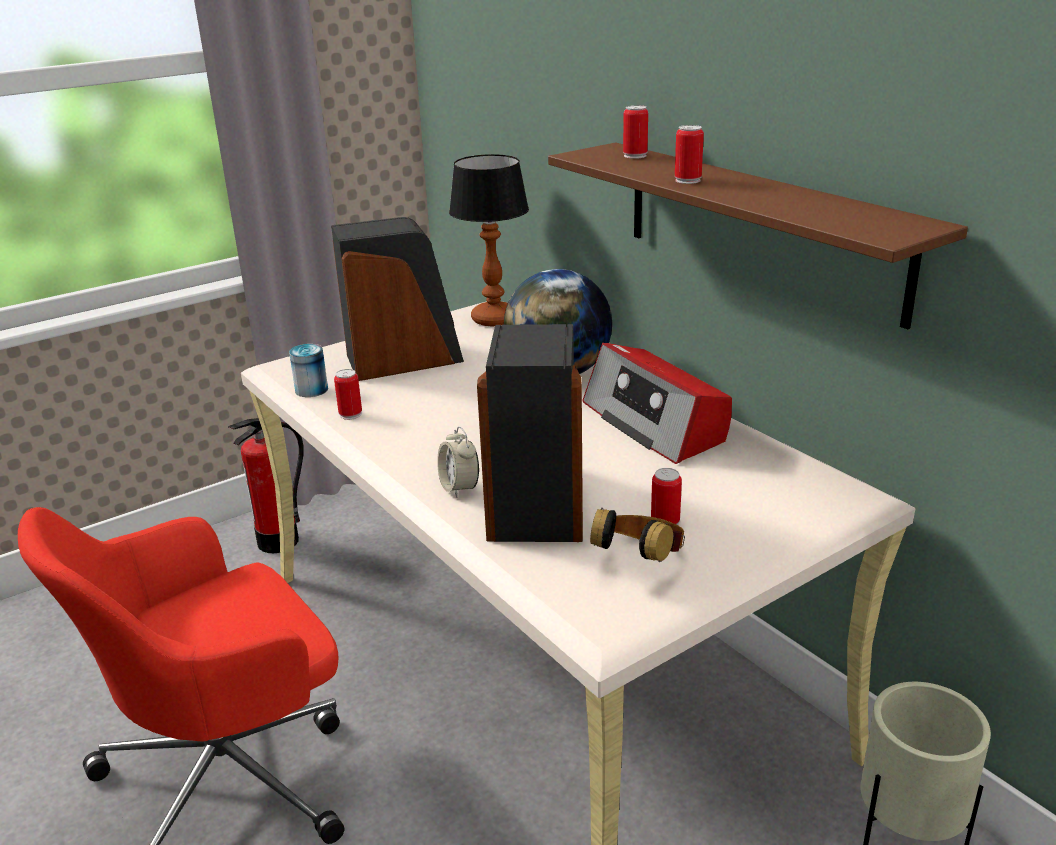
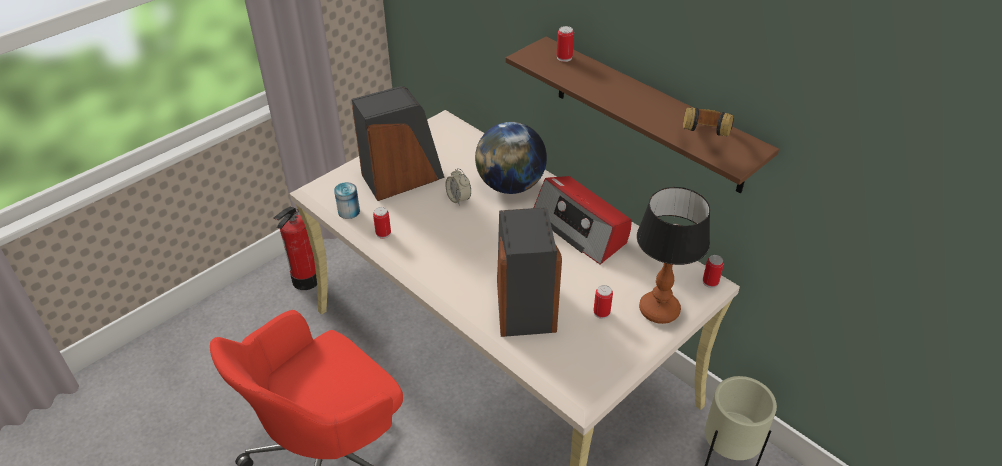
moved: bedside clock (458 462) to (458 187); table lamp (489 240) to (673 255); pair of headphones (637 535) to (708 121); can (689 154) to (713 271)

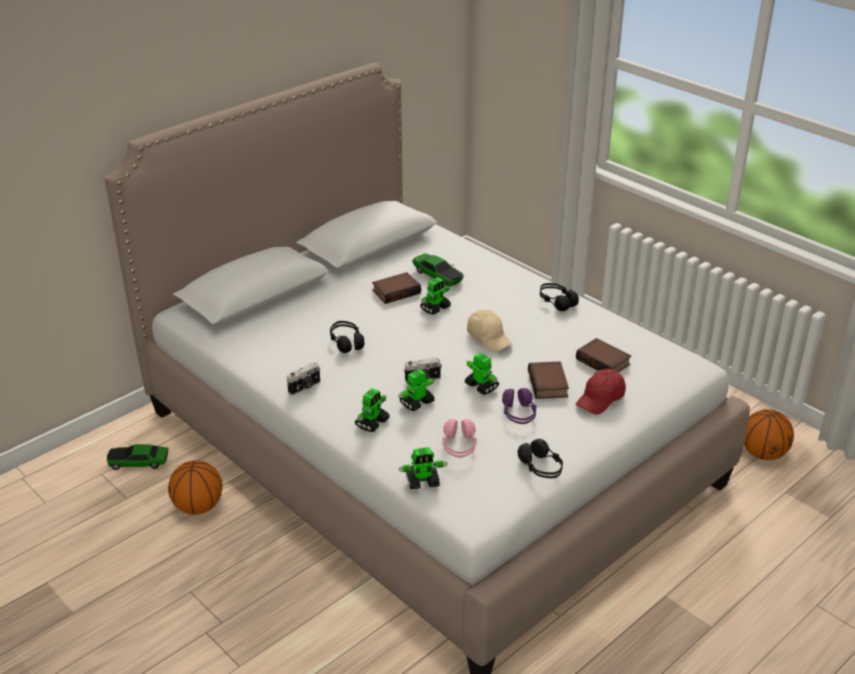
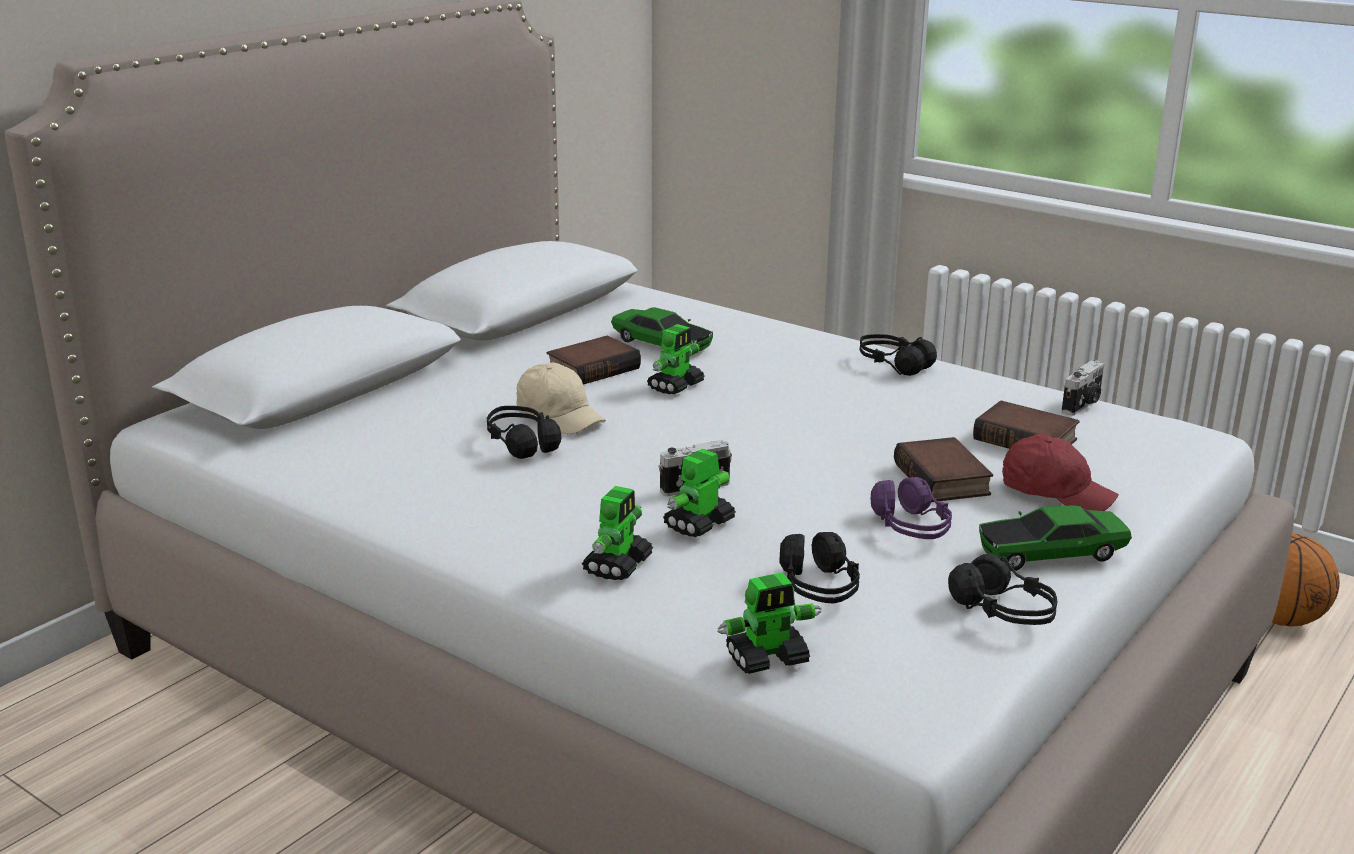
removed: ball for basketball (195 487); robot figure (482 374)
moved: model car (137 457) to (1055 538); photo camera (303 378) to (1082 388); baseball cap/beige (489 330) to (561 398)
recoloured: pair of headphones/pinkish (460 438) to pair of headphones/black (819 567)
turned: baseball cap/red-coloured (601 392) = (1060 472) 90 degrees counterclockwise

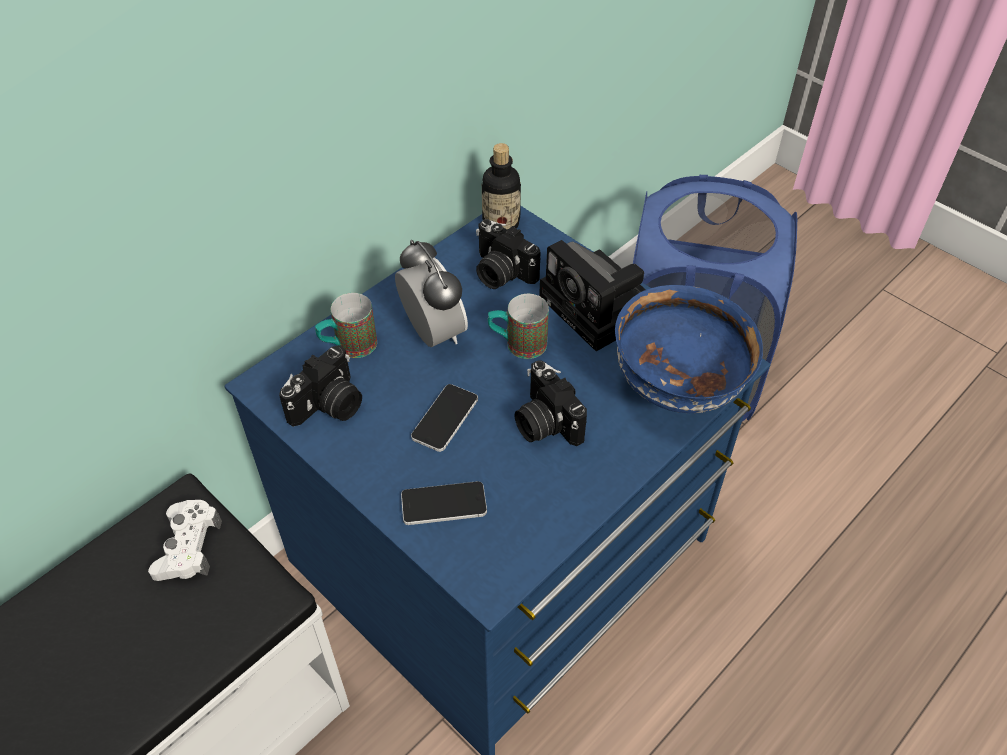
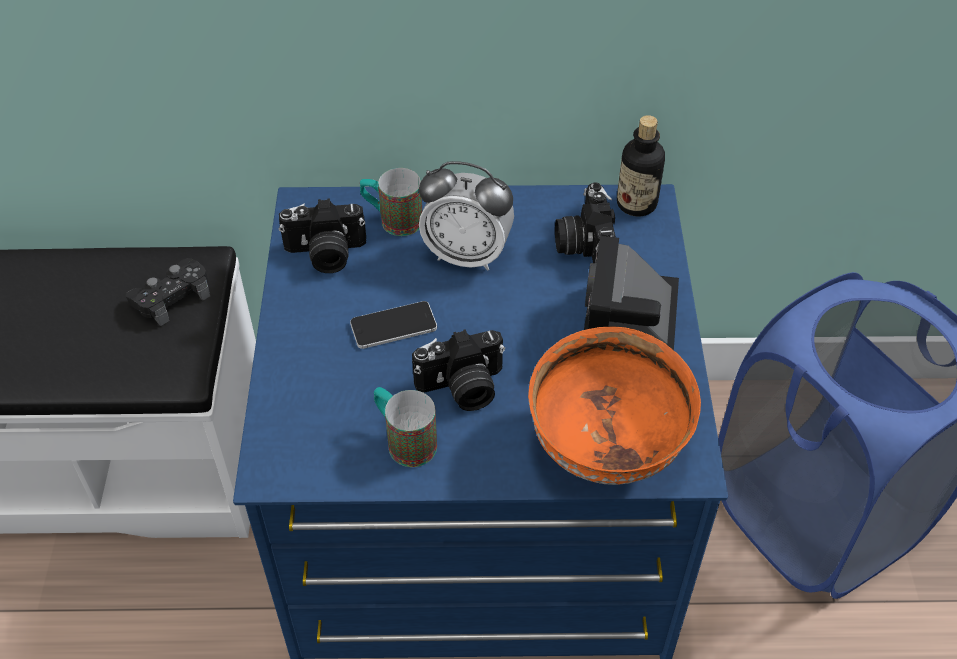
removed: telephone (444 503)
moved: coffee mug (518 326) to (405 427)
recoloured: game controller/white (185 540) to game controller/black (168 292); serving bowl/blue (689 349) to serving bowl/orangey (614 406)
turned: bedside clock (431 293) = (466 216) 90 degrees clockwise; photo camera (550 403) = (458 370) 120 degrees counterclockwise

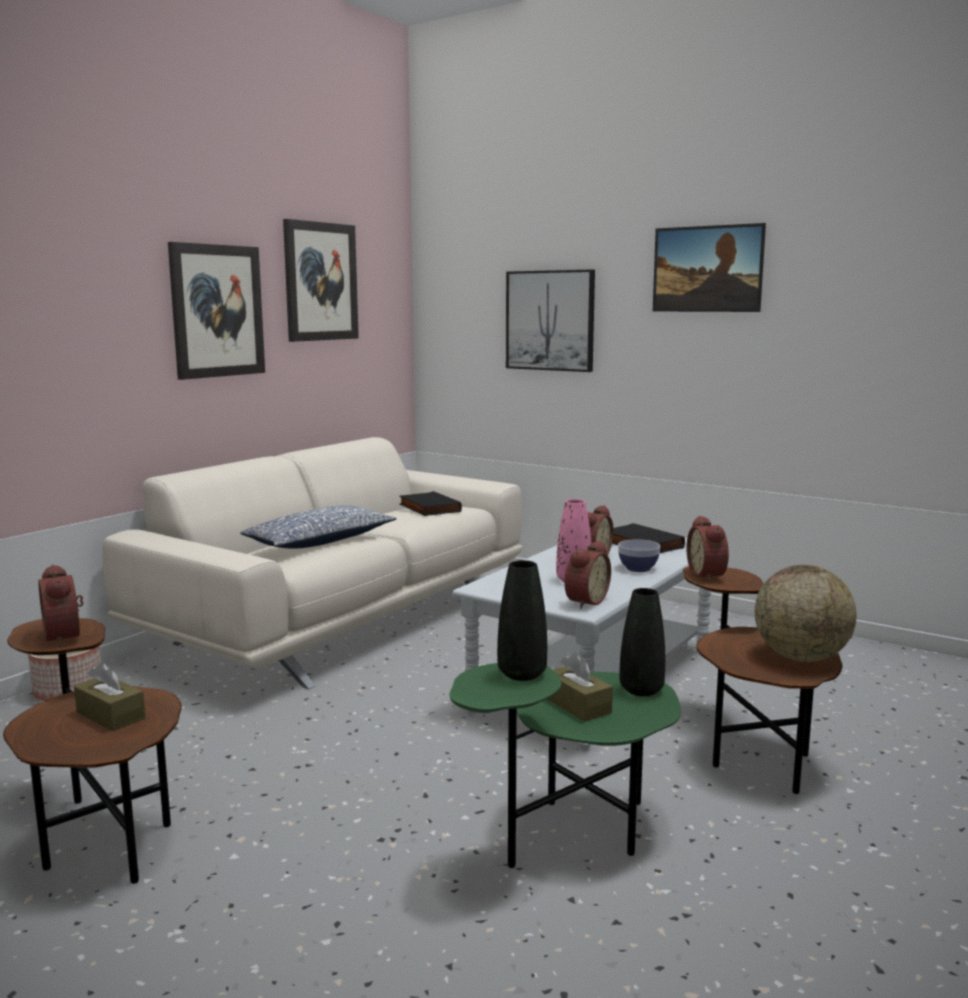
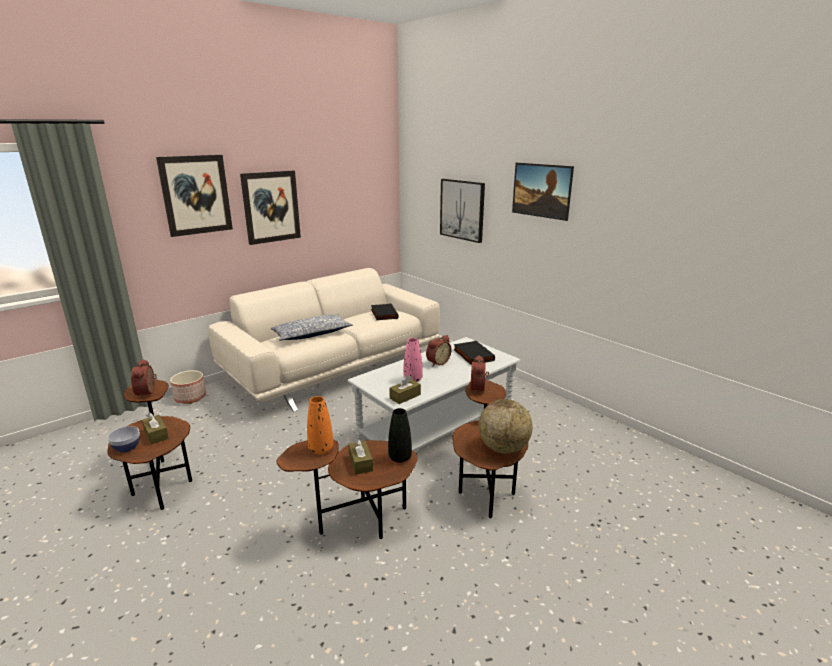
moved: picture (321 280) to (194 196); serving bowl (639 555) to (124 439)
replaced: bedside clock (588 574) to tissue holder/brown-coloured (405 389)
recoloured: side table/green (565 765) to side table/brown-coloured (347 489); flower vase/black (522 620) to flower vase/orangey (320 425)

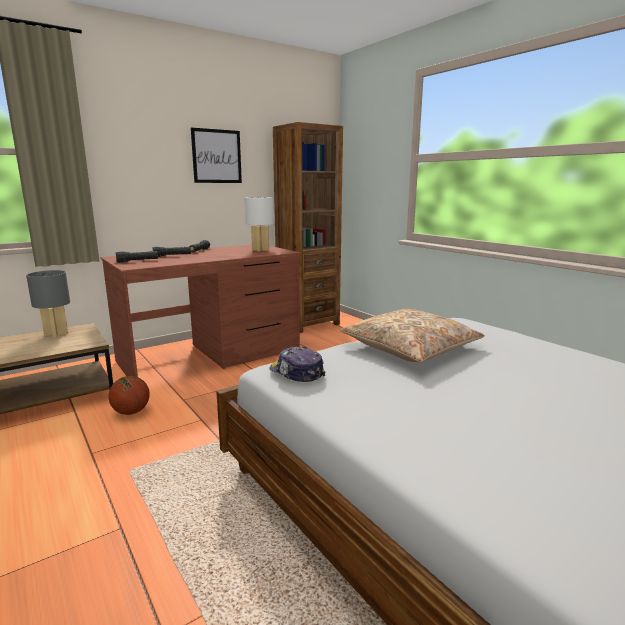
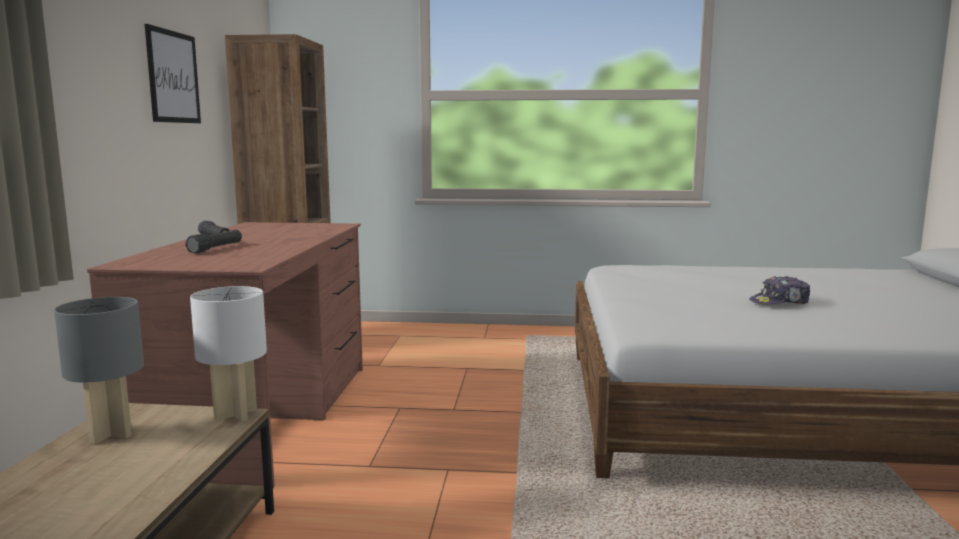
removed: ball for basketball (129 395); hand torch/black (137 257); cushion/beige (412 335)
moved: table lamp/white (259 224) to (228 354); baseball cap (297 364) to (779 290)

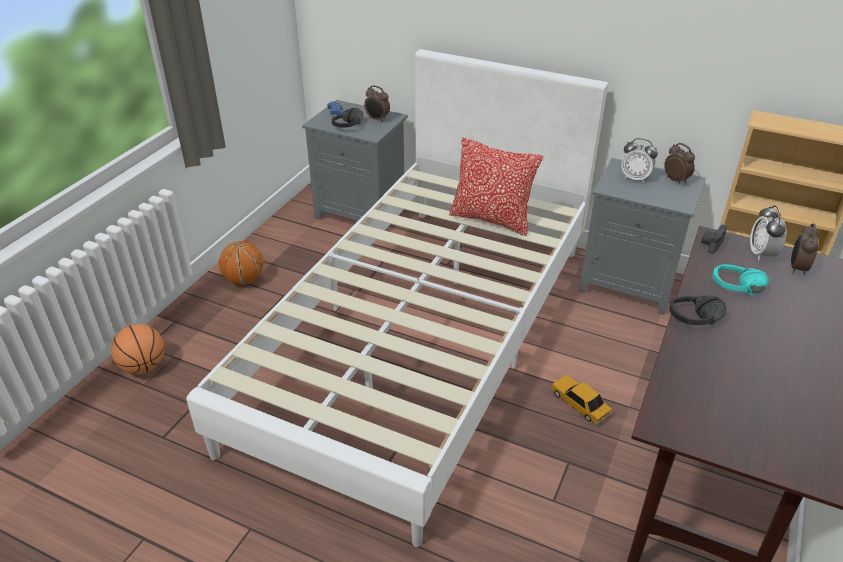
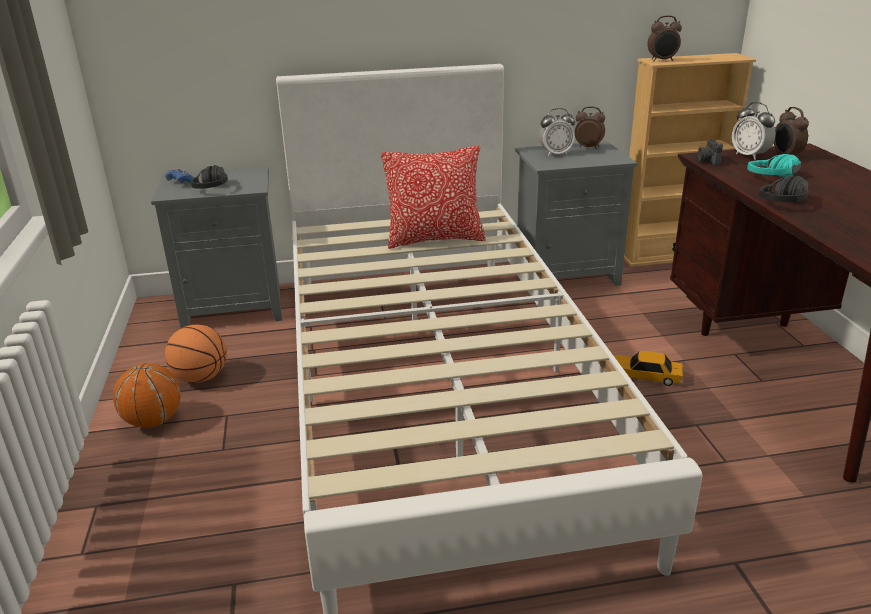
moved: ball for basketball (138 349) to (196 354); bedside clock (377 103) to (664 38)

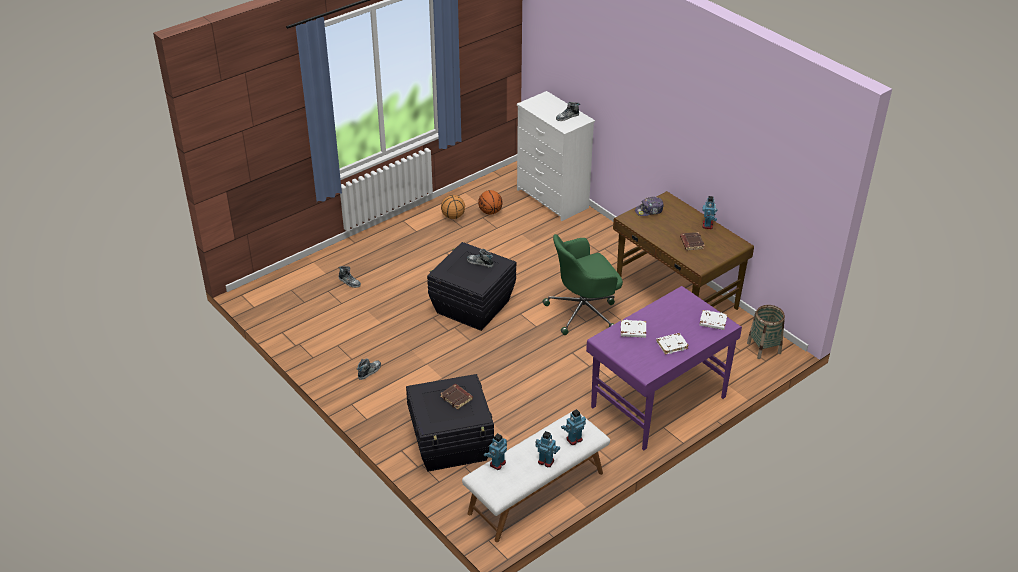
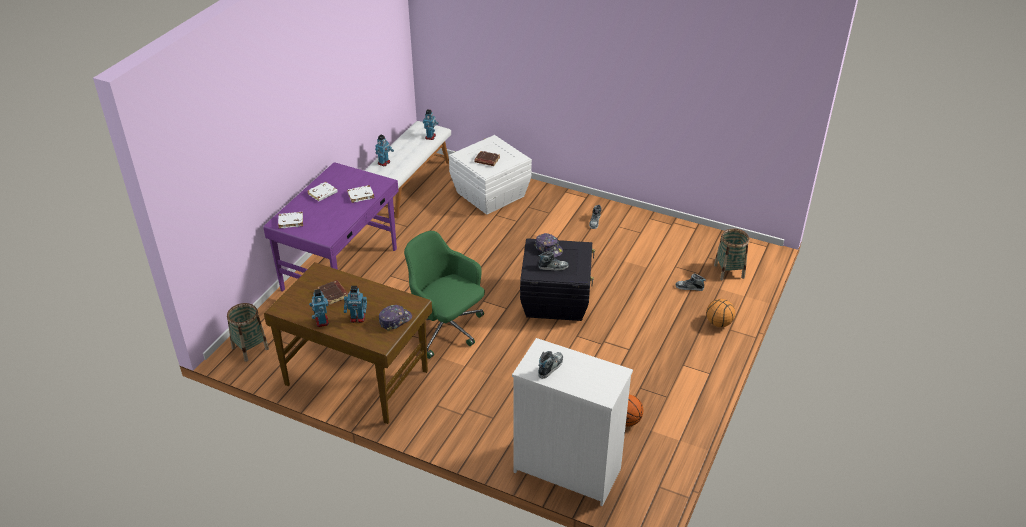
added: baseball cap (548 245); household basket (731 254)
moved: ball for basketball (453 207) to (720 313); robot figure (547 449) to (355 304)
recoloured: storage box/black (450 423) to storage box/white (490 175)
turned: desk chair/green (583 284) = (444 295) 90 degrees counterclockwise

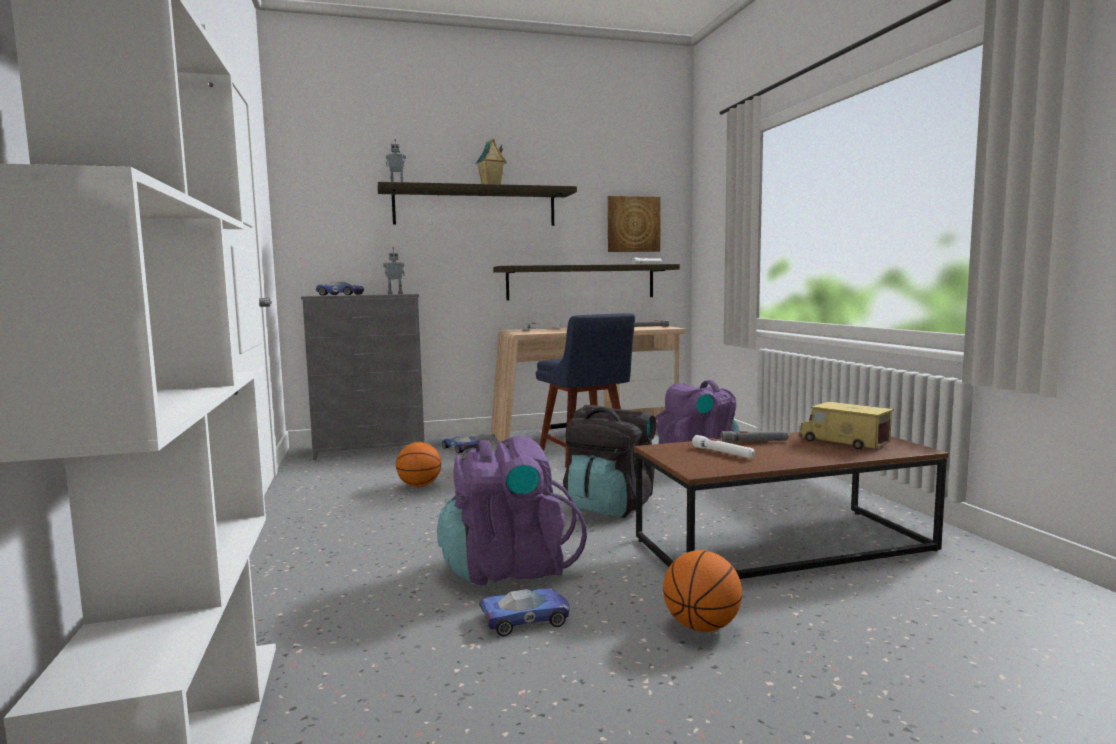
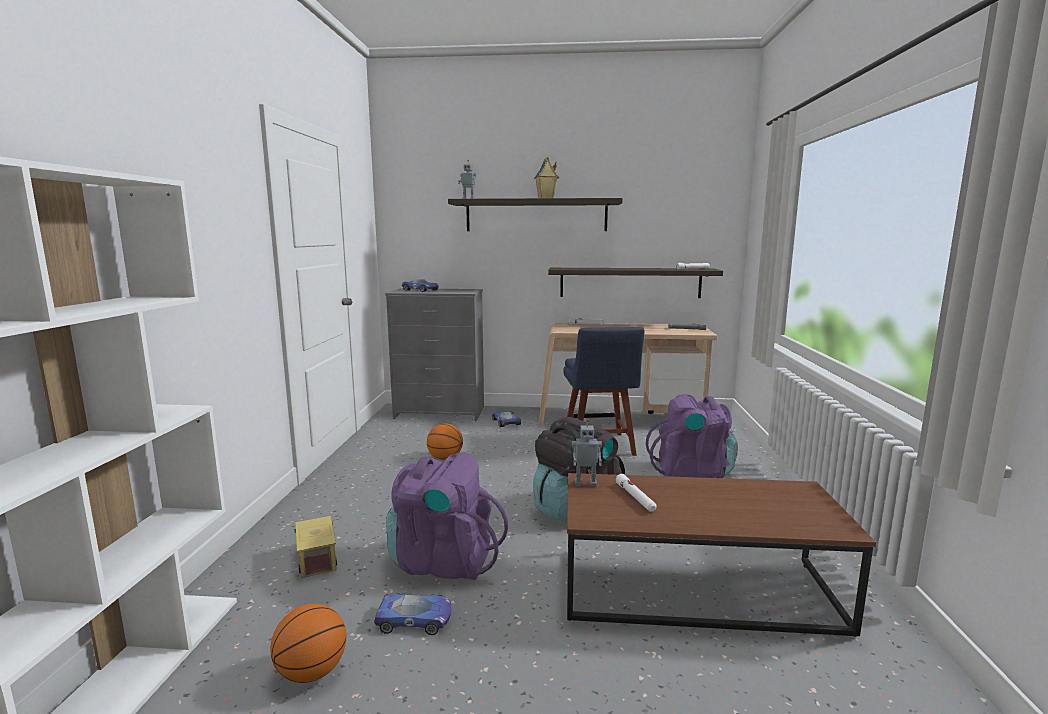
removed: picture (634 224); hand torch/greyish (755 437)
moved: robot figure (394 270) to (587 453); ball for basketball (702 591) to (308 643); toy truck (846 426) to (315 547)

